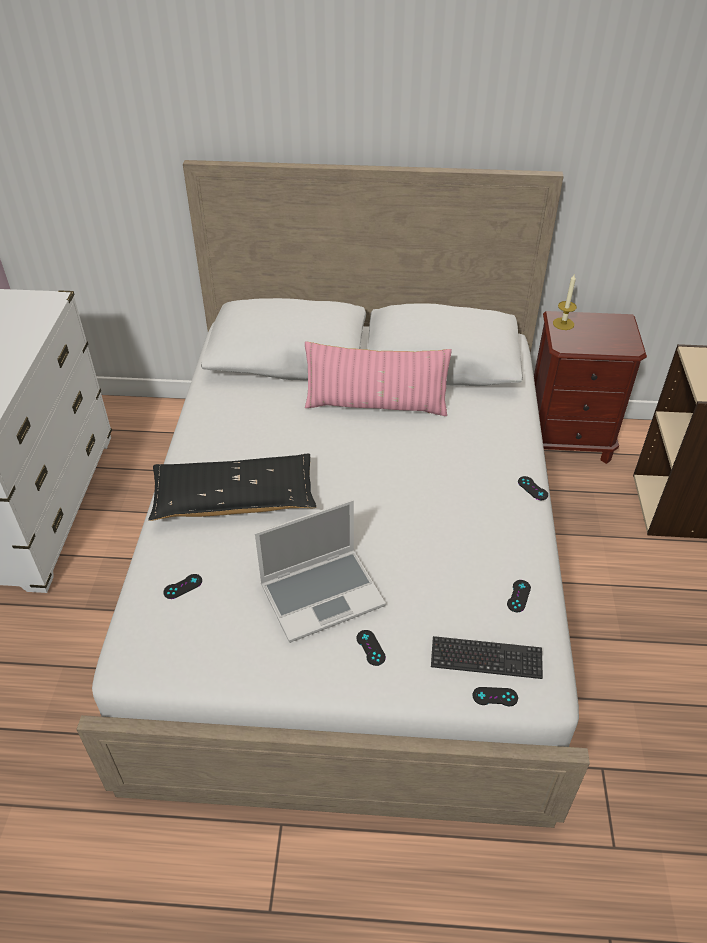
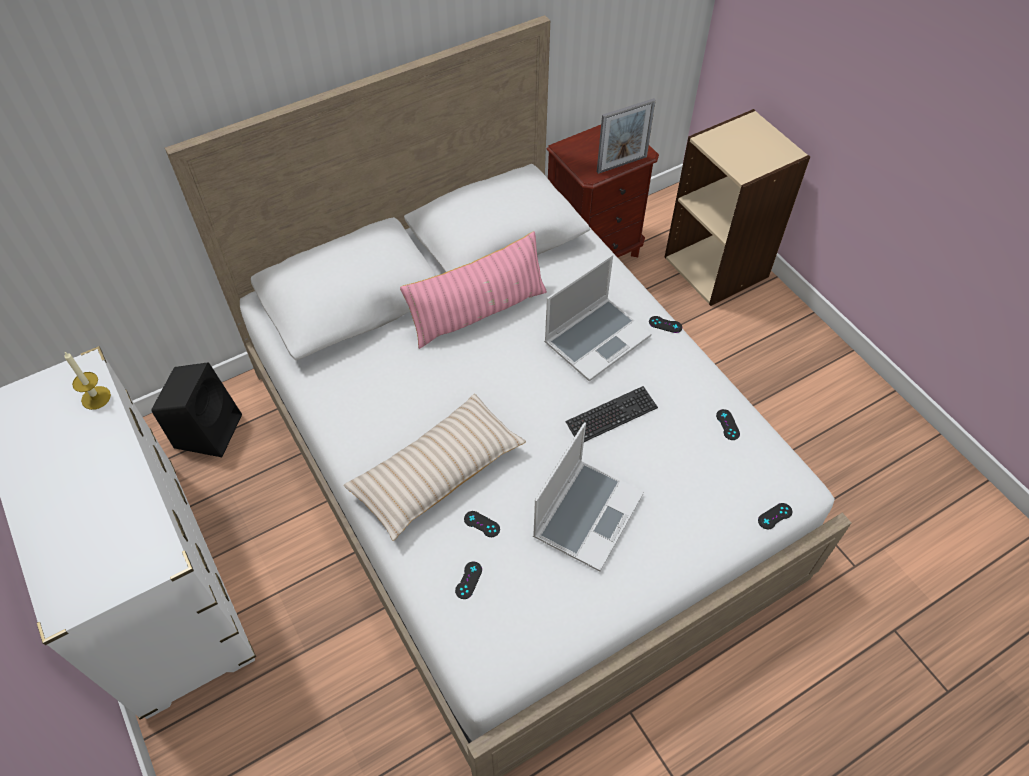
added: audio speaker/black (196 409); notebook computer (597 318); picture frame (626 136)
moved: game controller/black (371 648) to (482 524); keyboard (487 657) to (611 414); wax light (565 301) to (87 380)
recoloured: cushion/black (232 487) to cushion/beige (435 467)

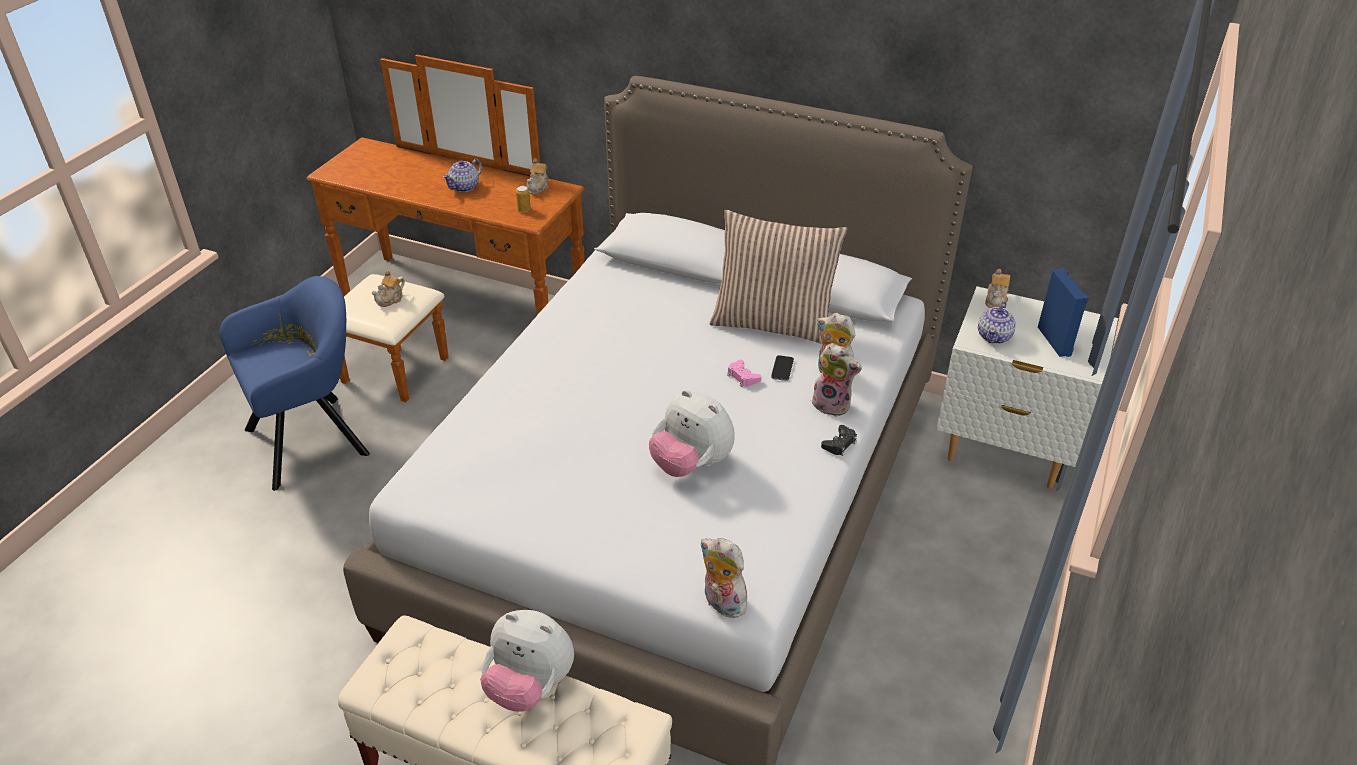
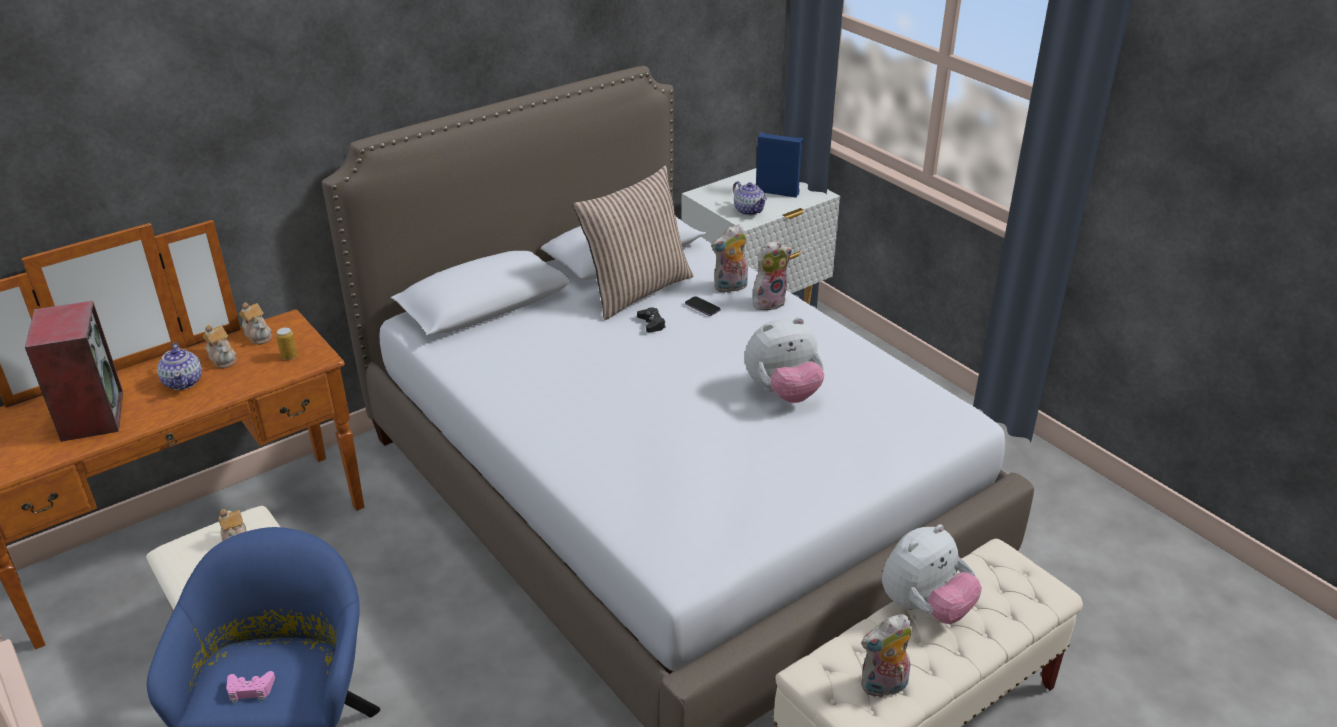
added: audio speaker (74 371)
moved: cuddly toy (727 578) to (886 656); game controller/pinkish (744 373) to (250 687); game controller/black (839 440) to (651 319); pot for tea (997 288) to (219 346)

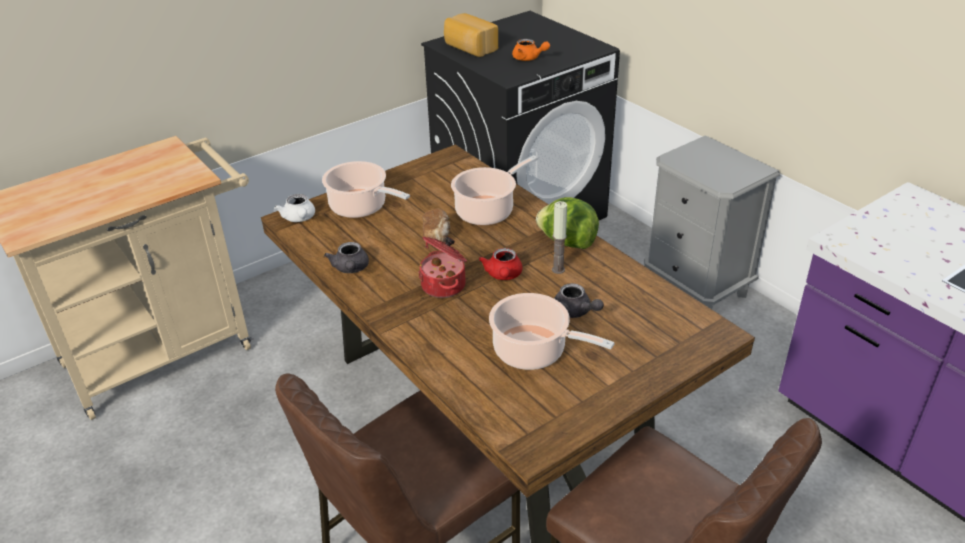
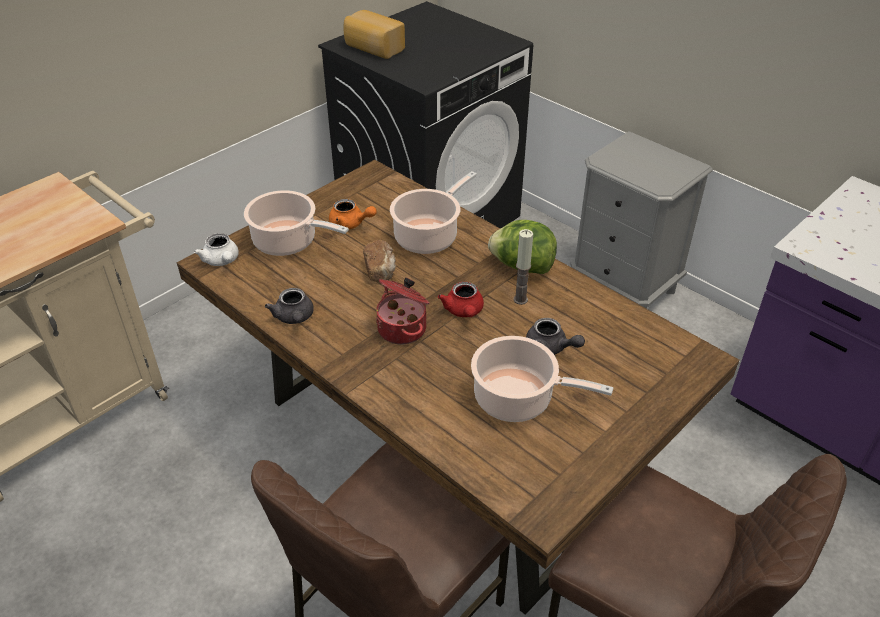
moved: pot for tea/orangey (531 50) to (353 214)

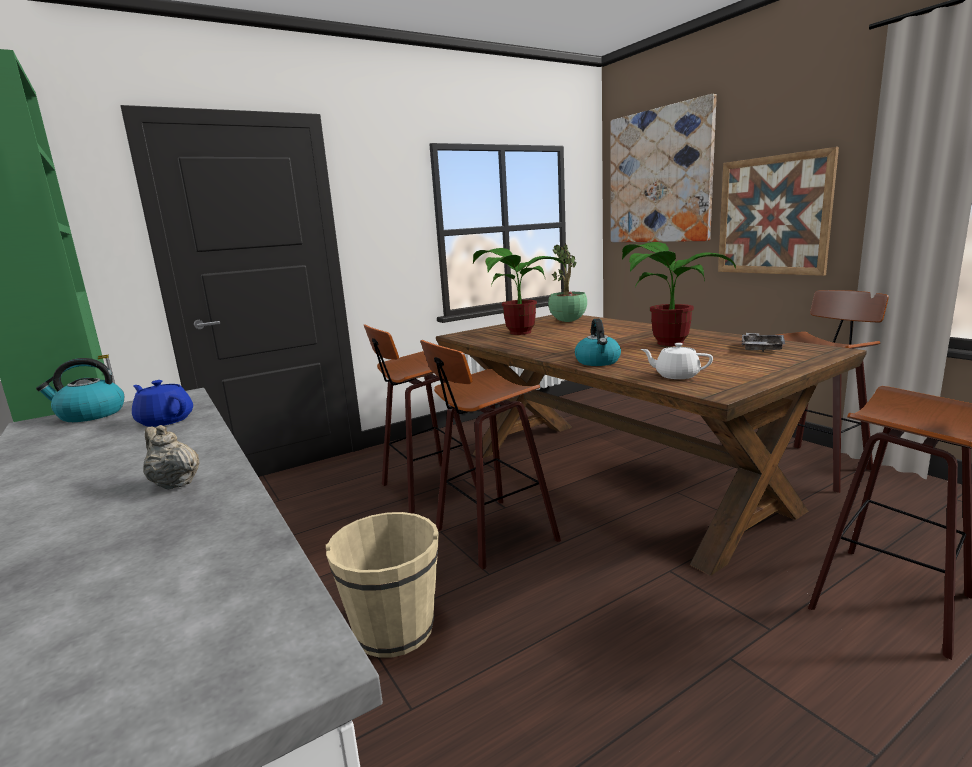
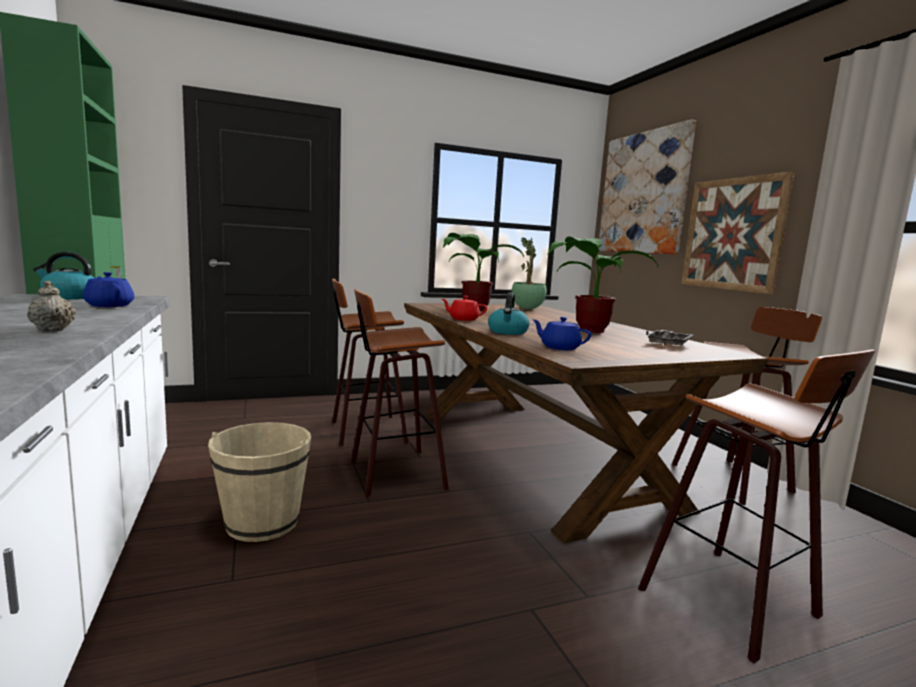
added: pot for tea/red-coloured (464 308)
recoloured: pot for tea/white (677 361) to pot for tea/blue (562 333)

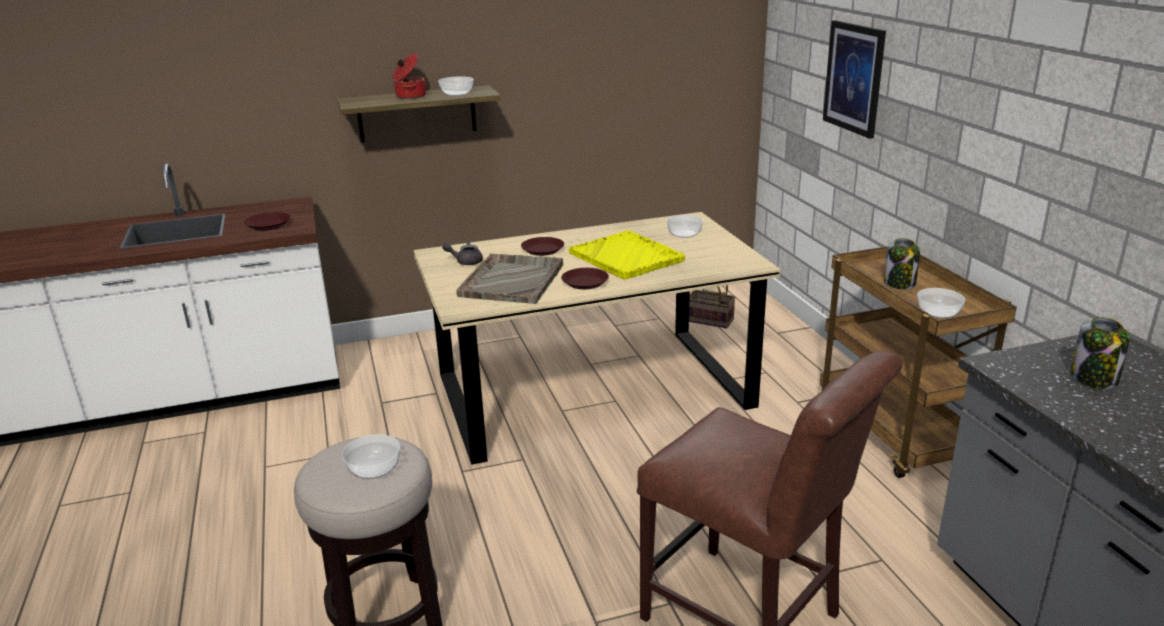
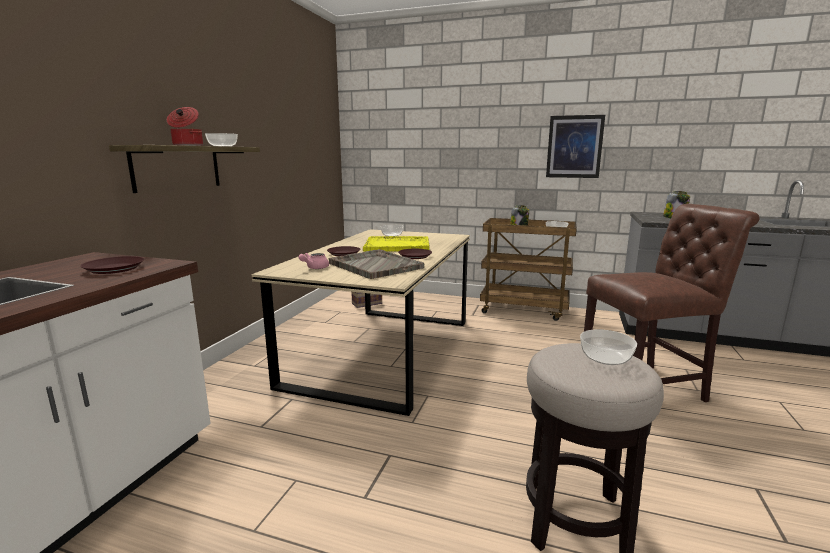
moved: picture (854 79) to (575 146)
recoloured: pot for tea/greyish (462 253) to pot for tea/pinkish (313 261)

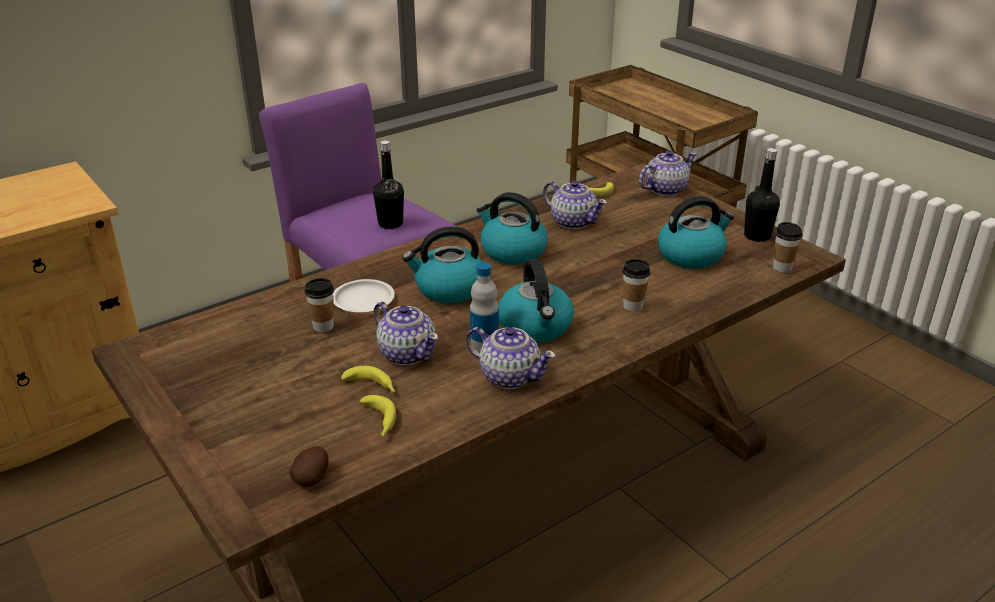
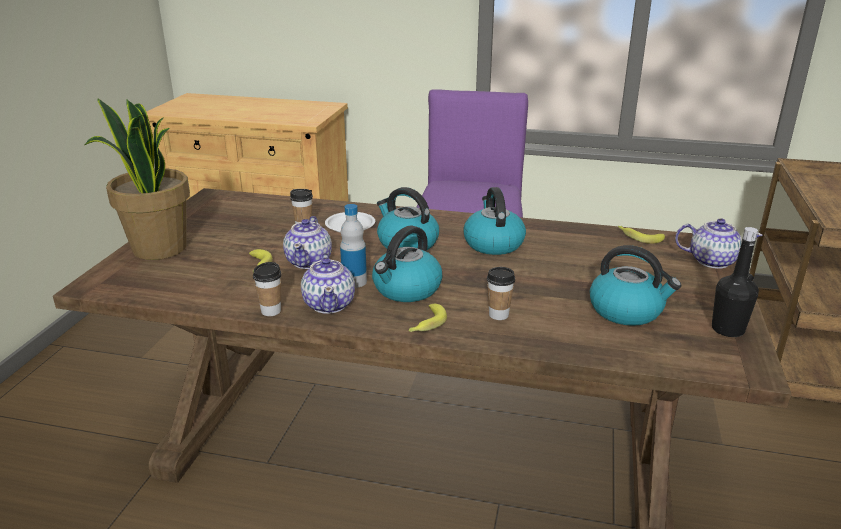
removed: potato (309 466); beverage bottle/black (388 184); pot for tea (575 205)
added: potted plant (137 179)
moved: banana (377 416) to (428 318); cup (788 247) to (267 289)

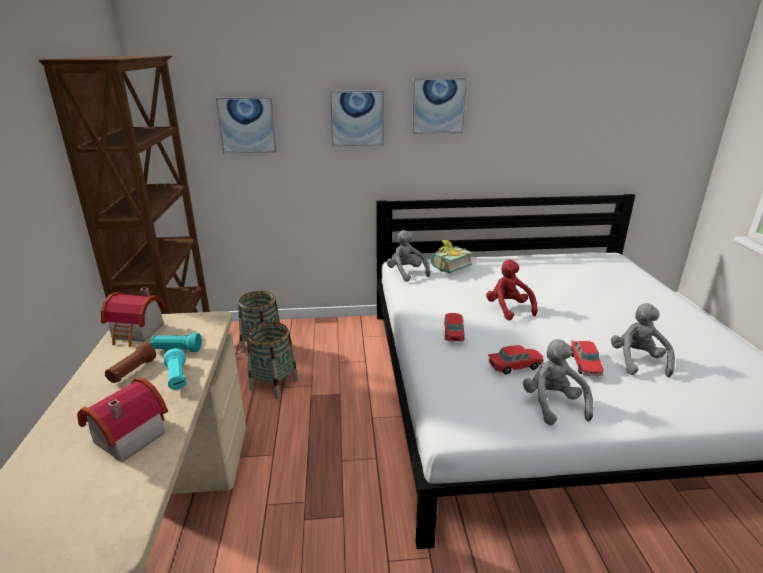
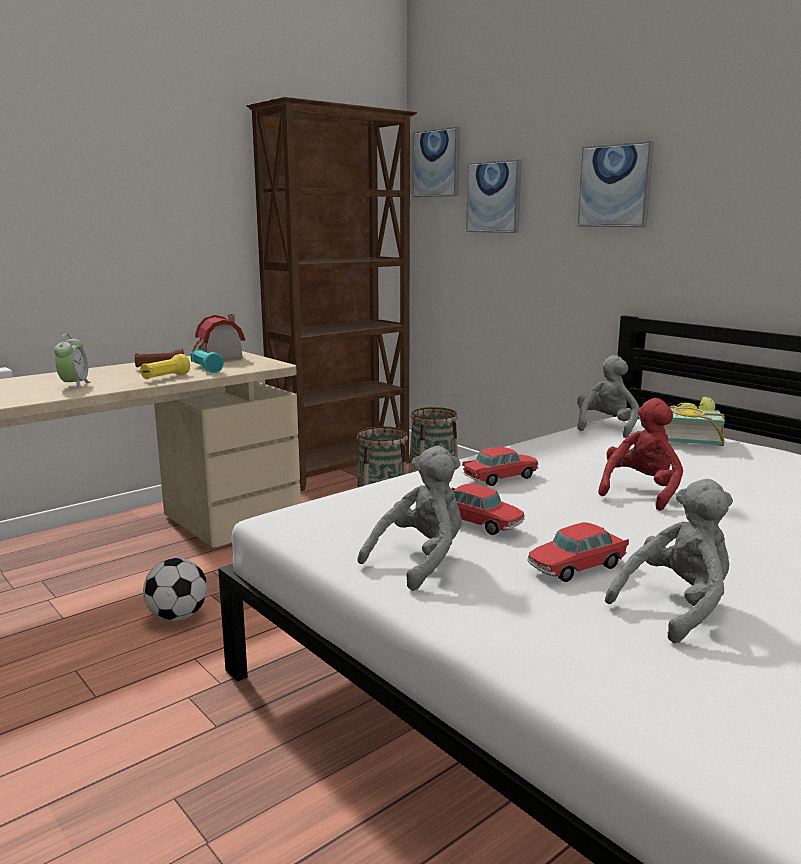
added: football (175 589)
moved: picture (439 106) to (436 162)
replaced: toy house (122 419) to bedside clock (72 361)
recoloured: hand torch/blue-green (175 369) to hand torch/yellowish (165 366)

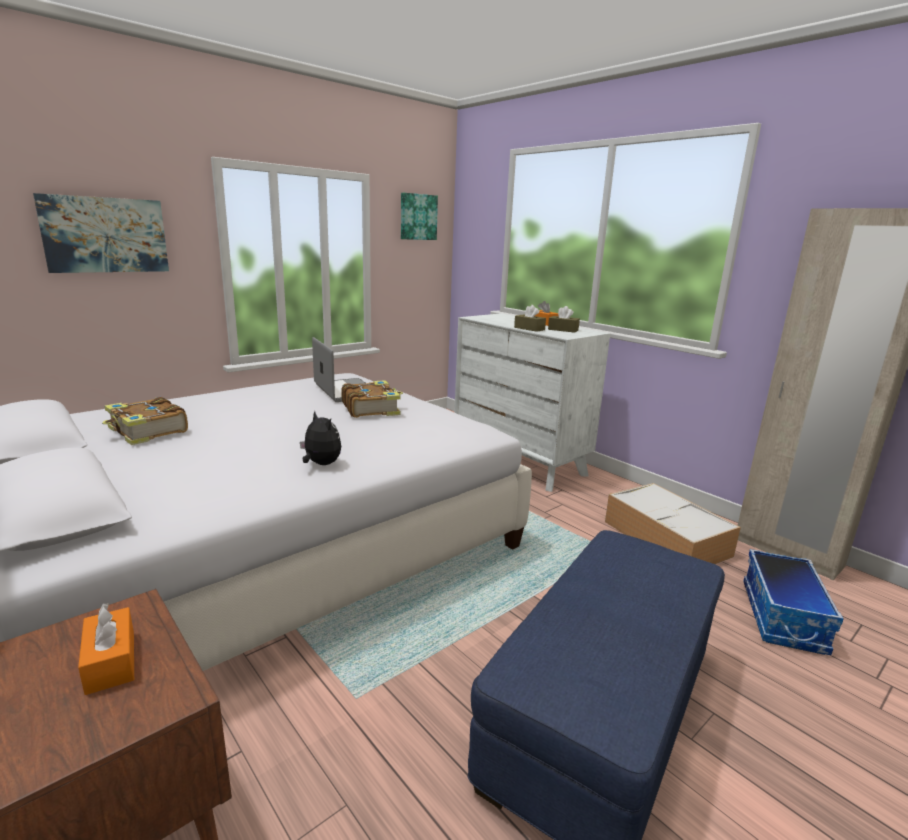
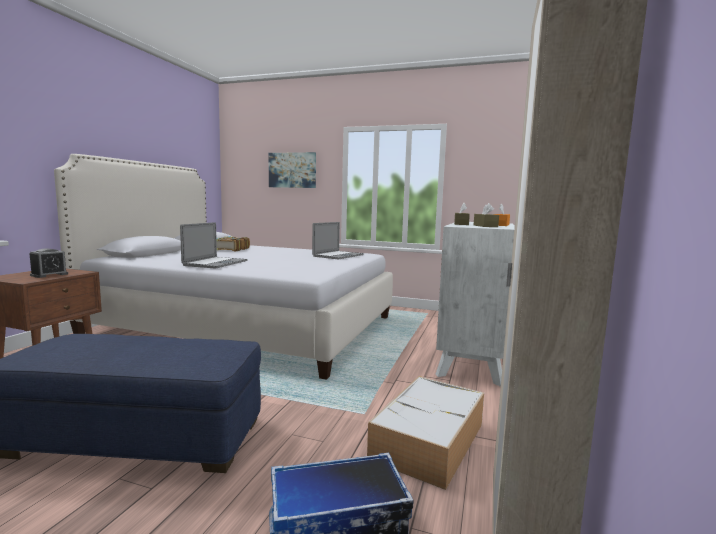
removed: volume (372 399); picture (419 216)
replaced: tissue holder/orangey (106 649) to bedside clock (48 263); cuddly toy (320 438) to notebook computer (213 245)

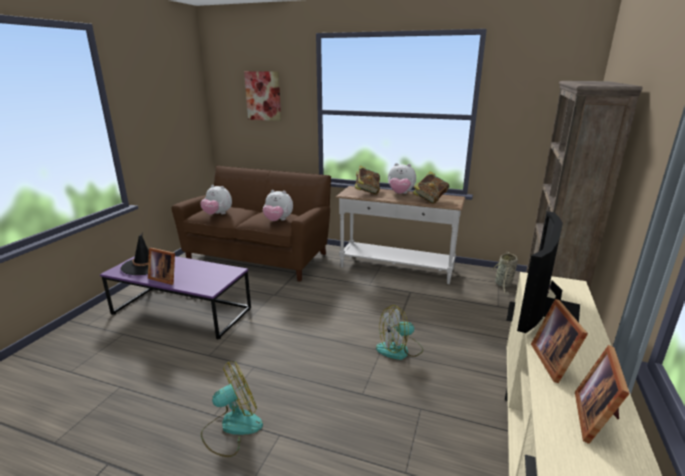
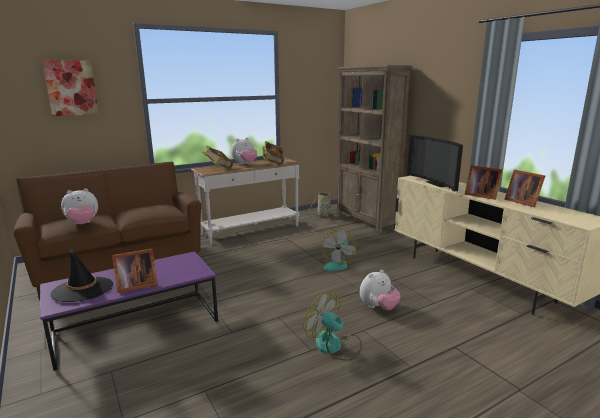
moved: cuddly toy (278 205) to (380 290)
turned: electric fan (232 409) = (332 326) 60 degrees counterclockwise

